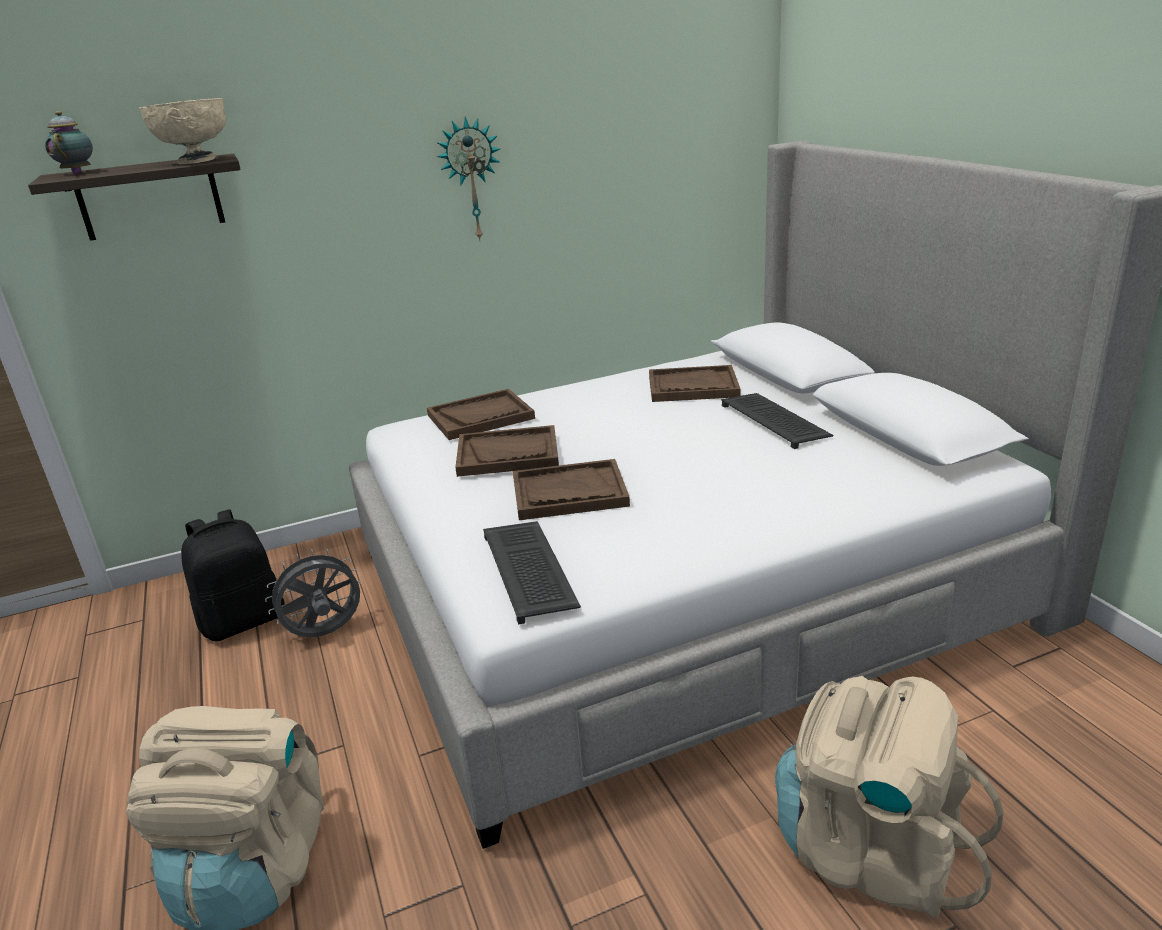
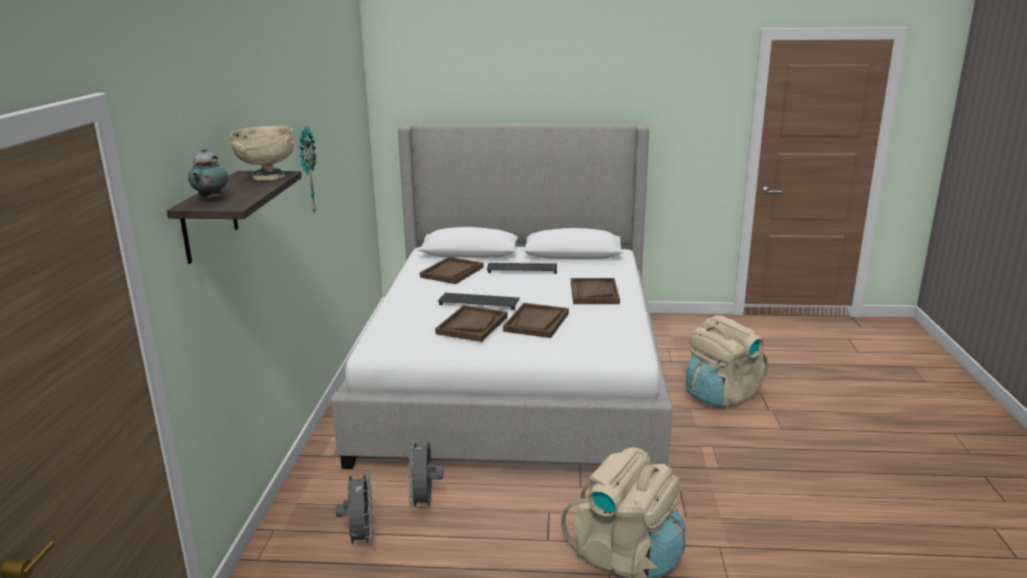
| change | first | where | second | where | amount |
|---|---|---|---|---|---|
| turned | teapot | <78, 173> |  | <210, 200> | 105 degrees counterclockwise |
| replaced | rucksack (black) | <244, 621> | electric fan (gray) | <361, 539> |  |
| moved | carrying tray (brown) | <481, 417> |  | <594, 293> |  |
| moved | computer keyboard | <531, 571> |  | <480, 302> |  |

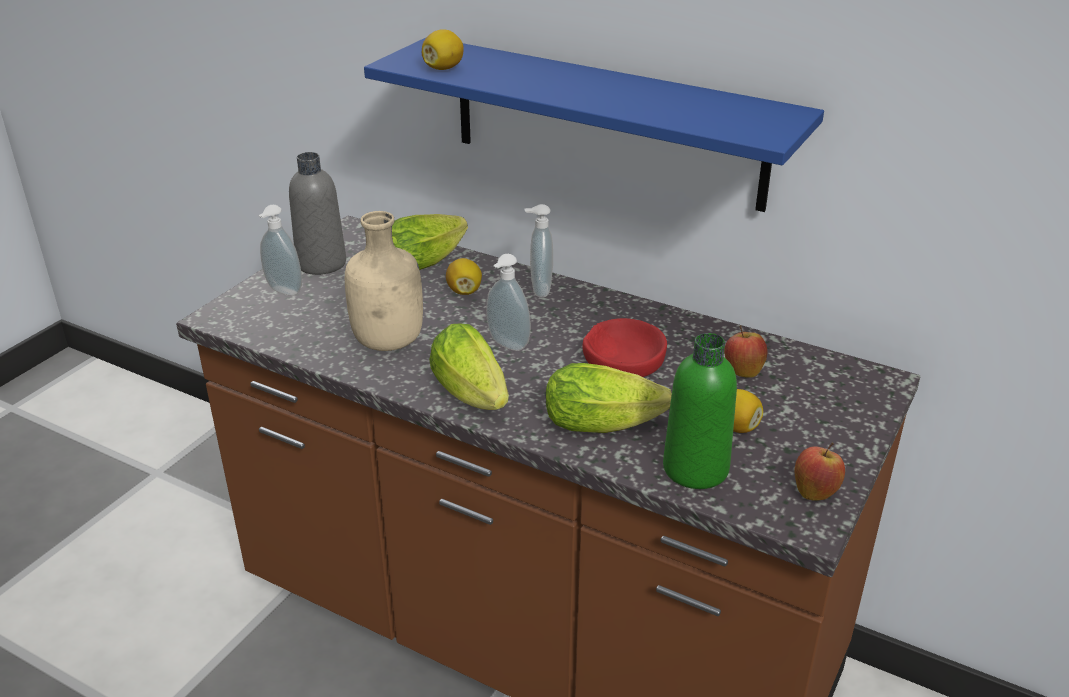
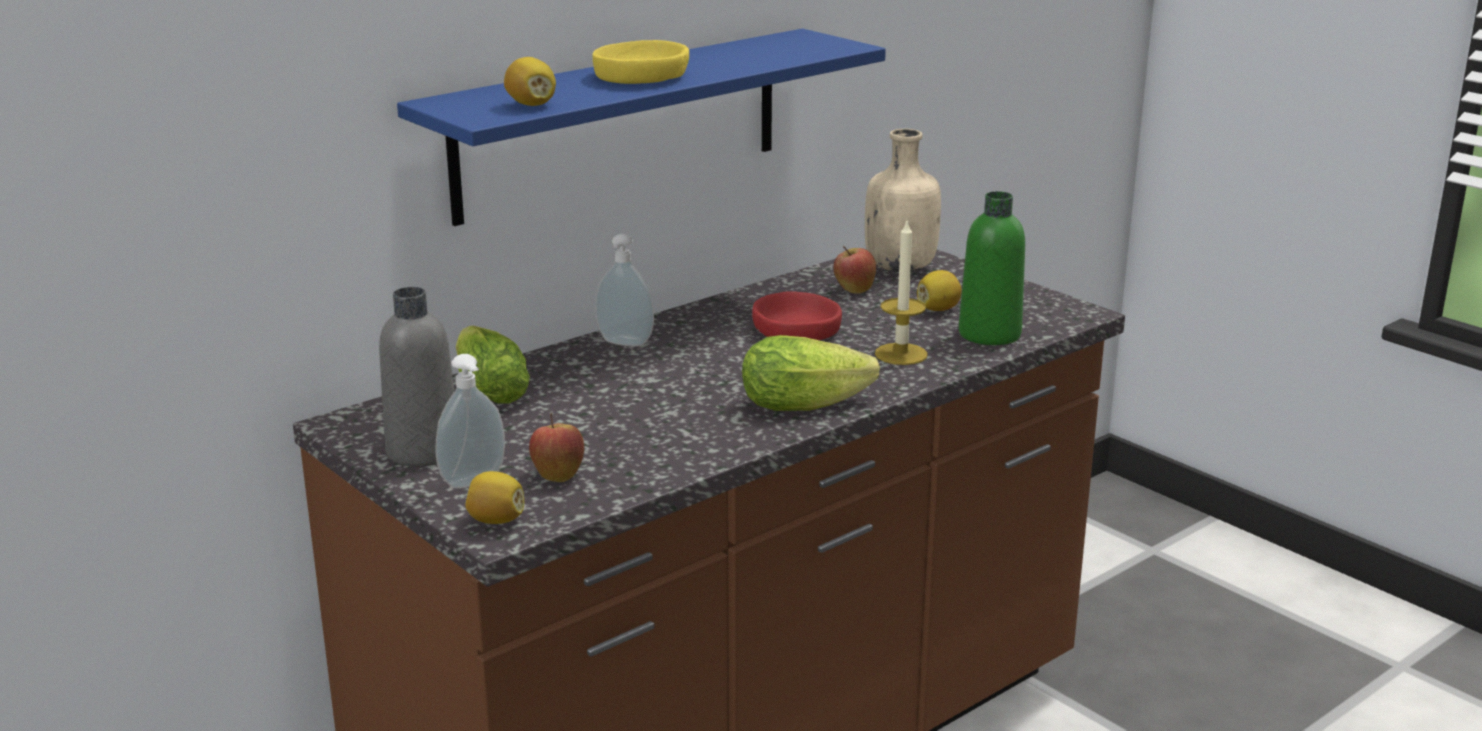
| change | first | where | second | where | amount |
|---|---|---|---|---|---|
| moved | bottle (beige) | <390, 342> |  | <901, 267> |  |
| moved | lemon | <464, 291> |  | <496, 520> |  |
| removed | soap dispenser | <506, 345> |  |  |  |
| replaced | lettuce head | <608, 423> | wax light | <901, 354> |  |
| moved | whole apple | <815, 492> |  | <558, 475> |  |
| added |  |  | serving bowl (yellow) | <641, 76> |  |

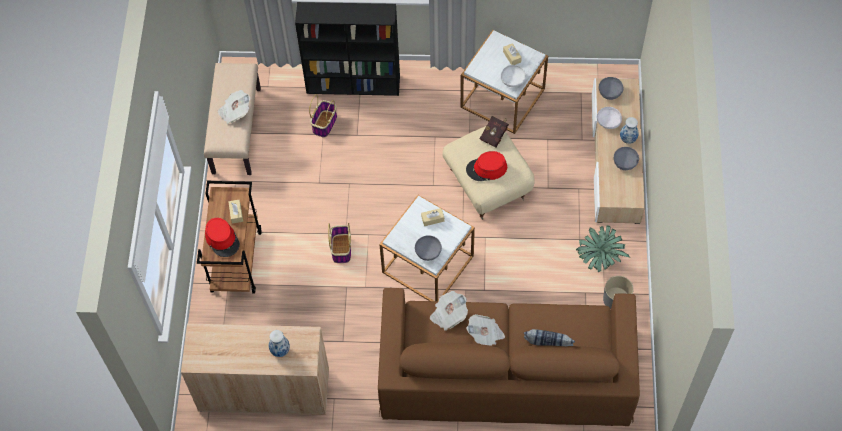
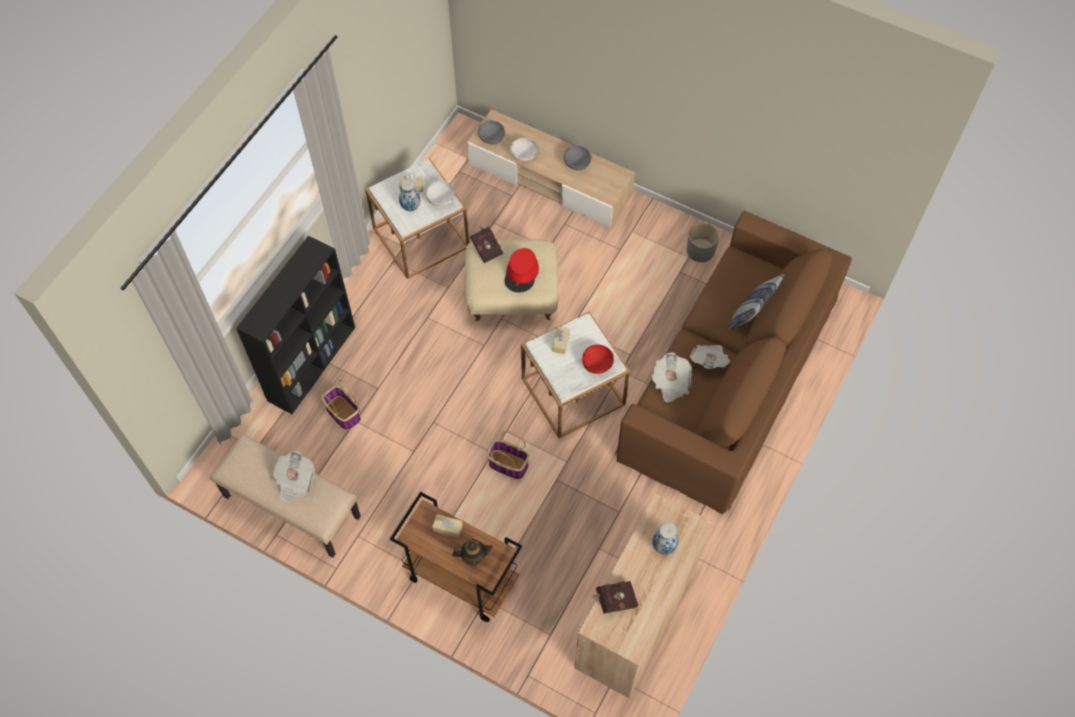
| change | first | where | second | where | amount |
|---|---|---|---|---|---|
| replaced | hat (reddish) | <222, 239> | teapot | <473, 556> |  |
| recoloured | serving bowl (gray) | <428, 252> | serving bowl (reddish) | <597, 363> |  |
| removed | plant in a pot | <600, 257> |  |  |  |
| moved | decorative vase | <627, 139> |  | <410, 207> |  |
| added |  |  | volume (reddish) | <614, 600> |  |

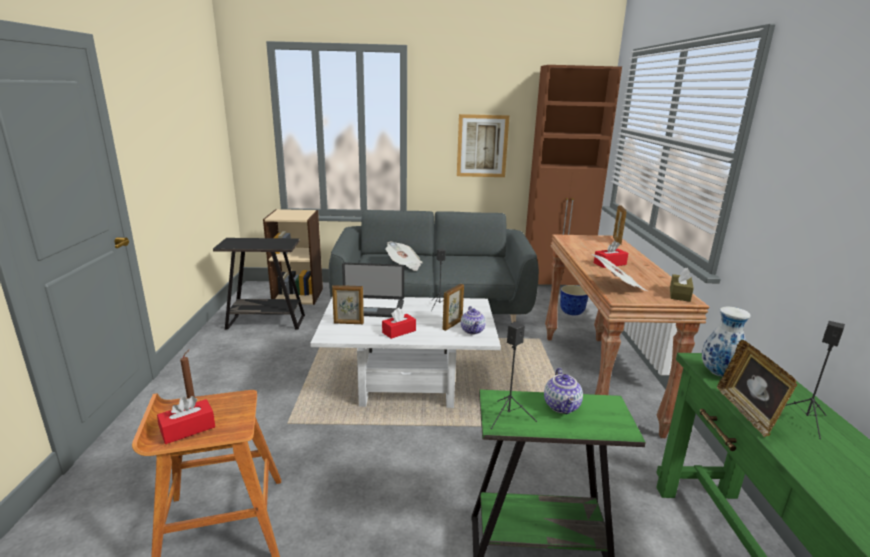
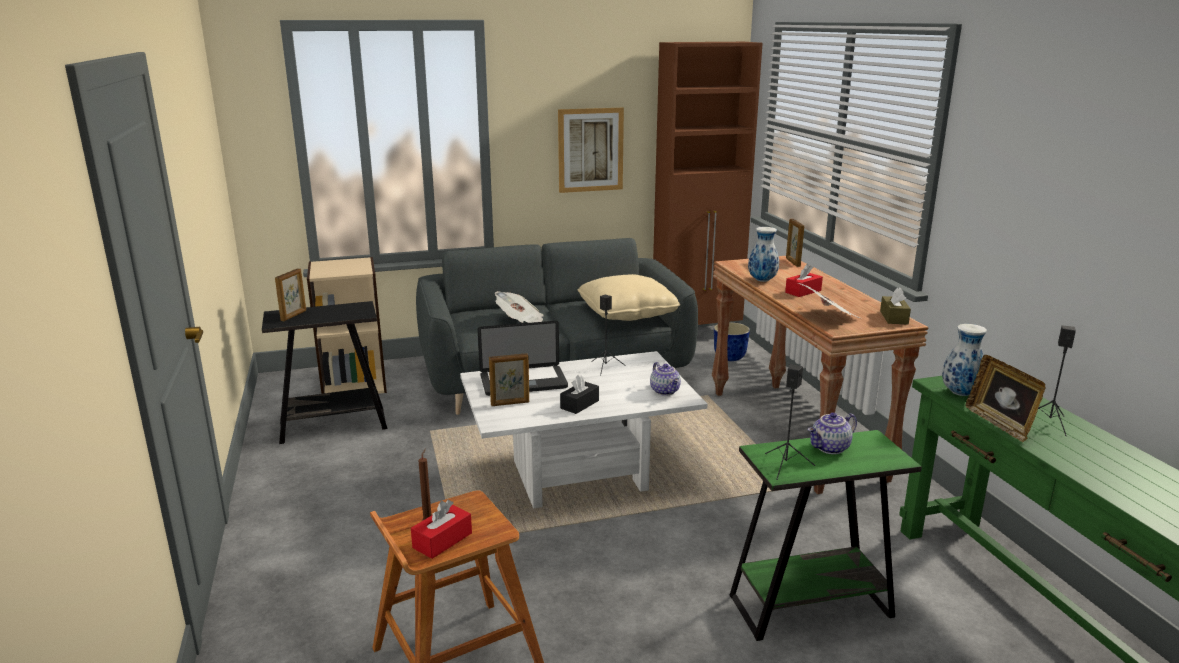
| change | first | where | second | where | amount |
|---|---|---|---|---|---|
| recoloured | box of tissues (reddish) | <399, 331> | box of tissues (black) | <579, 404> |  |
| moved | standing frame | <453, 325> |  | <294, 316> |  |
| turned | teapot | <562, 406> |  | <830, 448> | 75 degrees clockwise |
| added |  |  | cushion (beige) | <627, 313> |  |
| added |  |  | decorative vase | <762, 280> |  |

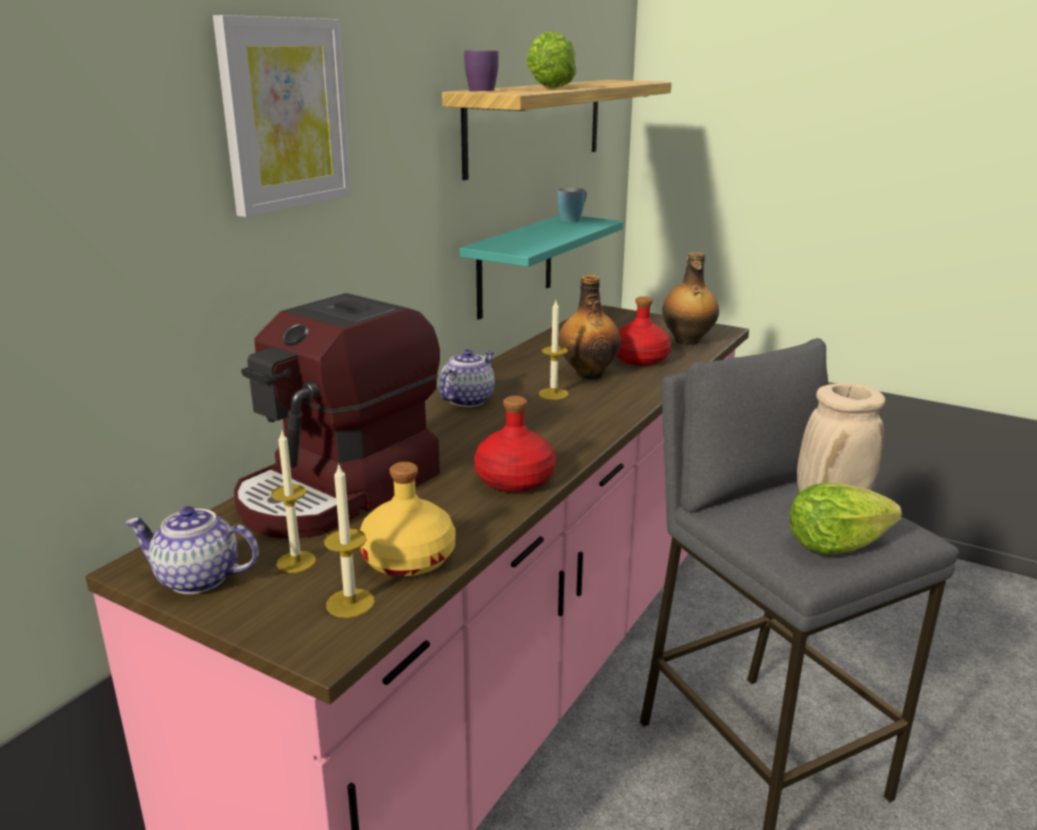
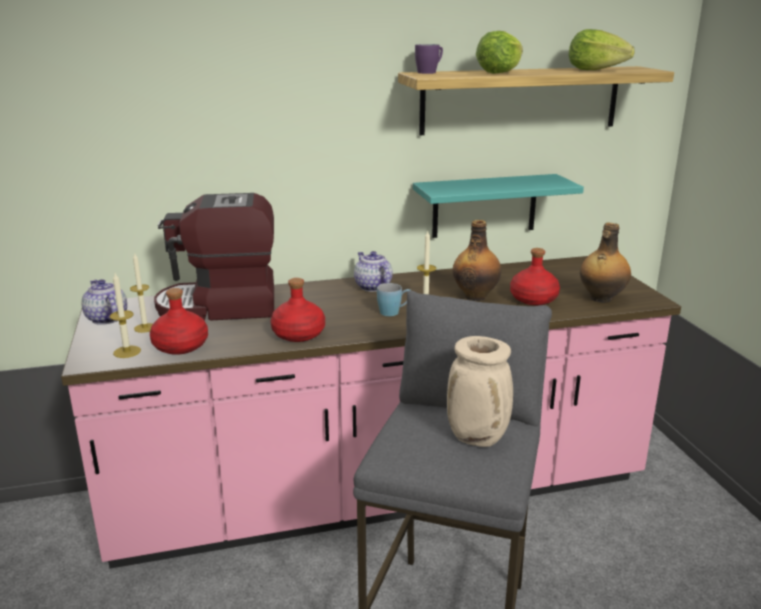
| change | first | where | second | where | amount |
|---|---|---|---|---|---|
| removed | wall picture | <284, 114> |  |  |  |
| recoloured | bottle (yellow) | <409, 558> | bottle (reddish) | <181, 346> |  |
| turned | teapot | <468, 399> |  | <372, 287> | 105 degrees counterclockwise |
| moved | coffee mug (blue-coloured) | <573, 219> |  | <394, 312> |  |
| moved | lettuce head | <834, 545> |  | <595, 70> |  |

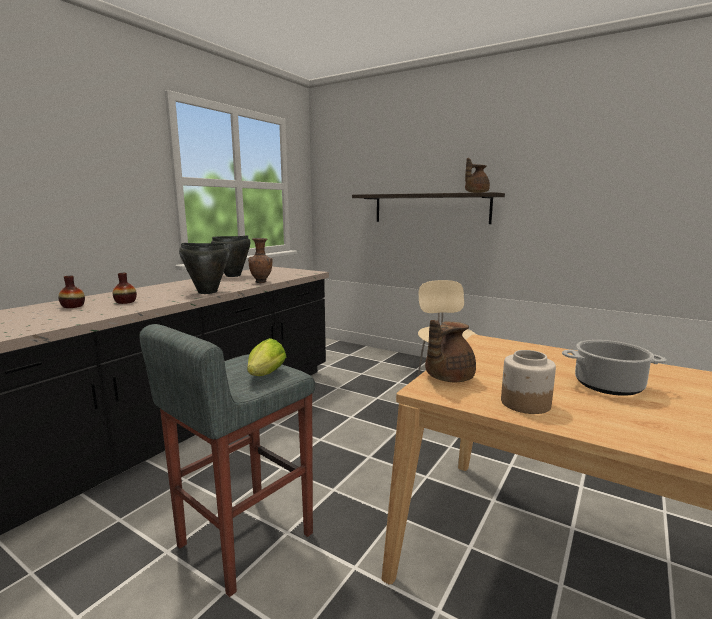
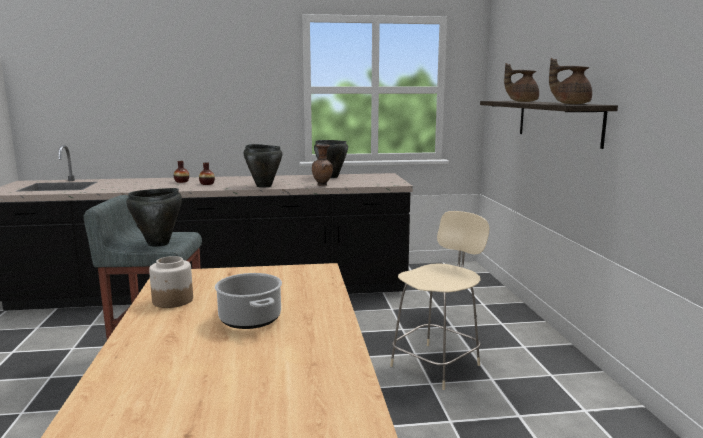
| change | first | where | second | where | amount |
|---|---|---|---|---|---|
| replaced | lettuce head | <265, 376> | cooking pot (black) | <159, 244> |  |
| moved | teapot (brown) | <447, 378> |  | <522, 101> |  |

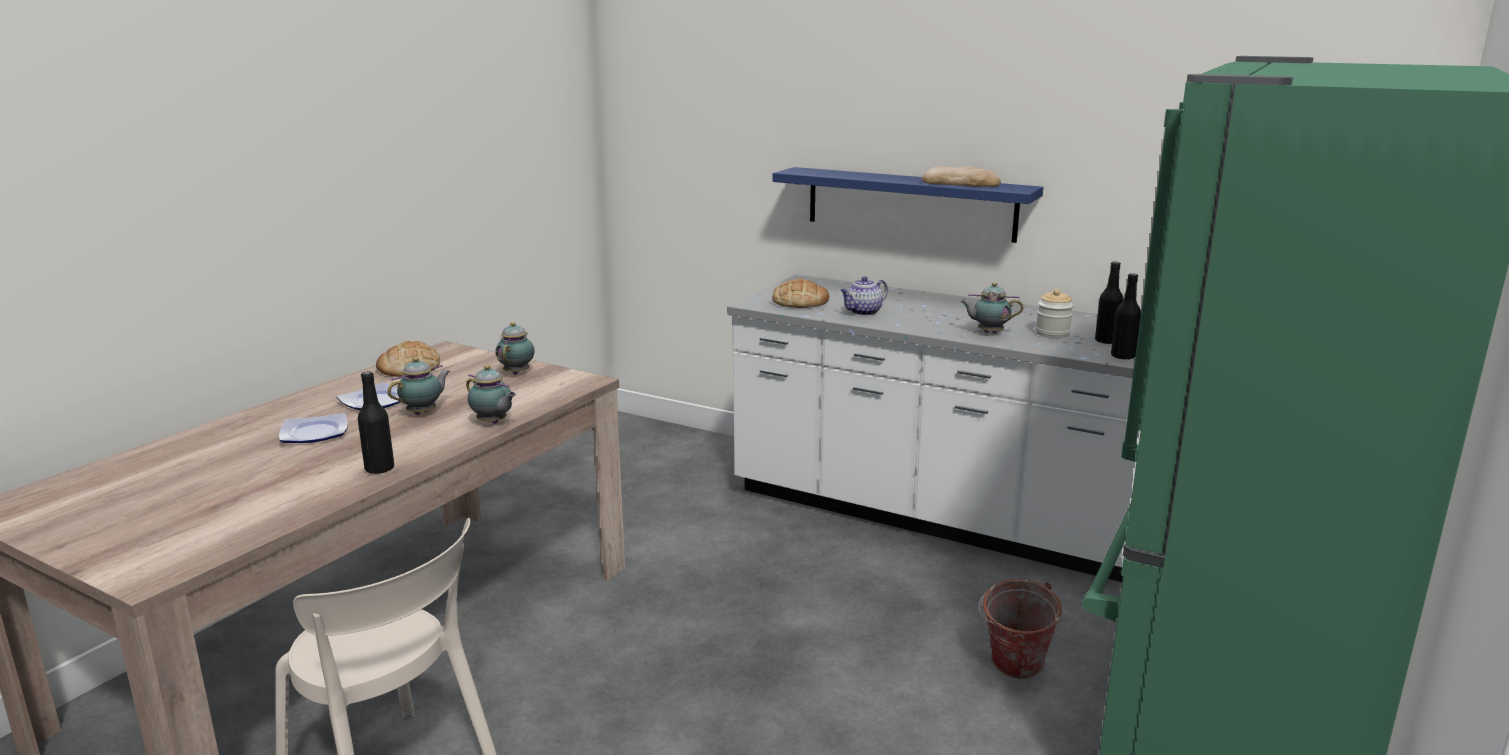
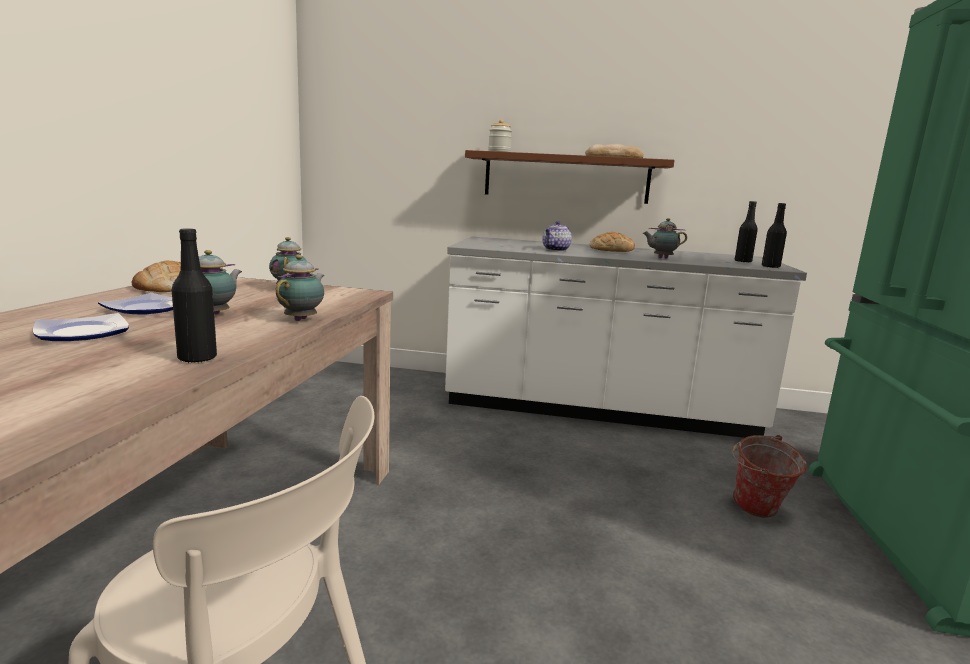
| change | first | where | second | where | amount |
|---|---|---|---|---|---|
| turned | teapot | <493, 423> |  | <302, 319> | 90 degrees counterclockwise |
| moved | bakery bread | <800, 302> |  | <611, 250> |  |
| recoloured | wall shelf (blue-coloured) | <910, 203> | wall shelf (brown) | <566, 178> |  |
| moved | preserve jar | <1052, 333> |  | <499, 152> |  |

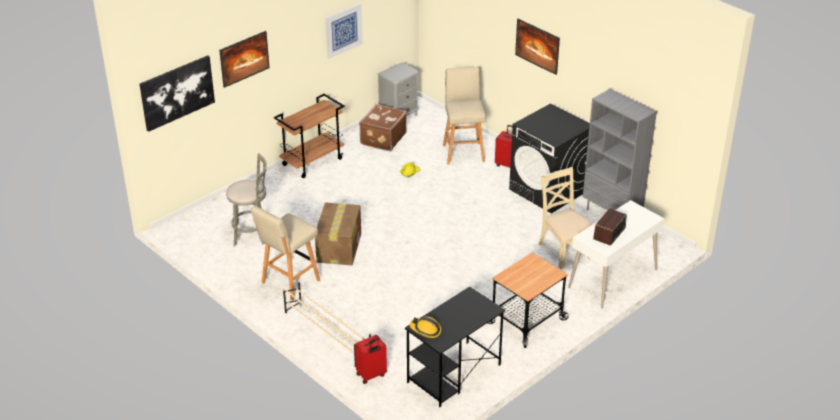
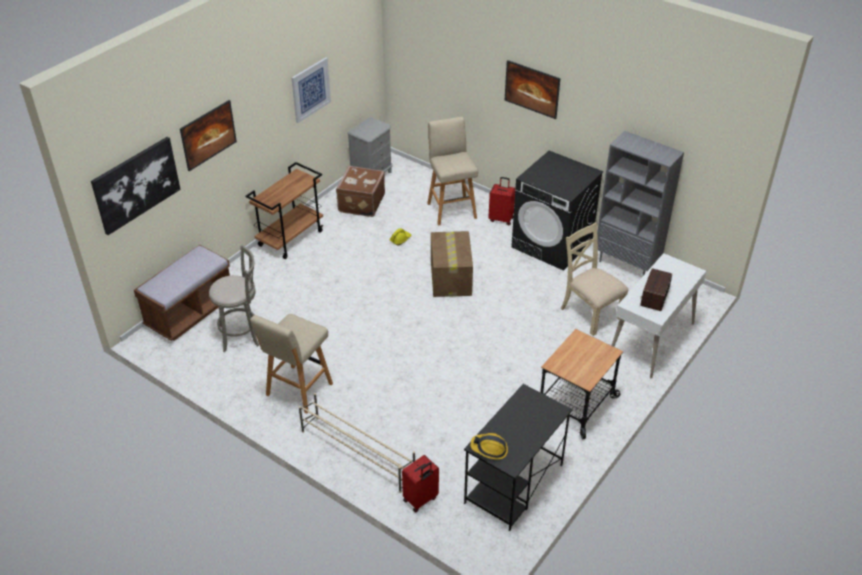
| change | first | where | second | where | amount |
|---|---|---|---|---|---|
| moved | cardboard box | <339, 247> |  | <450, 277> |  |
| added |  |  | bench (brown) | <190, 312> |  |

